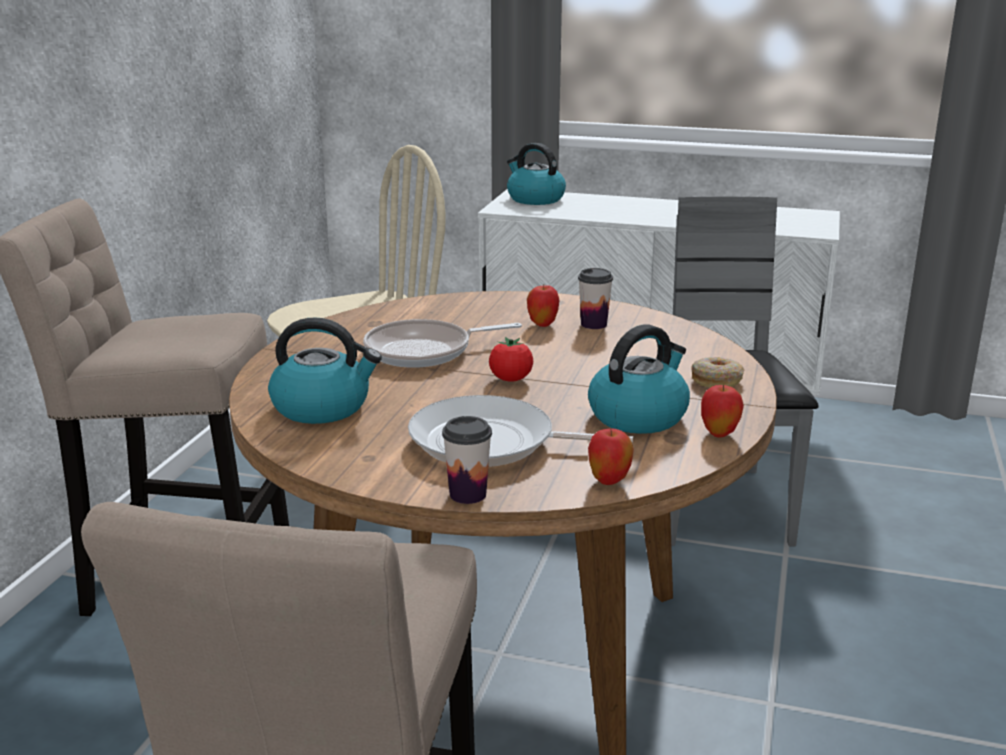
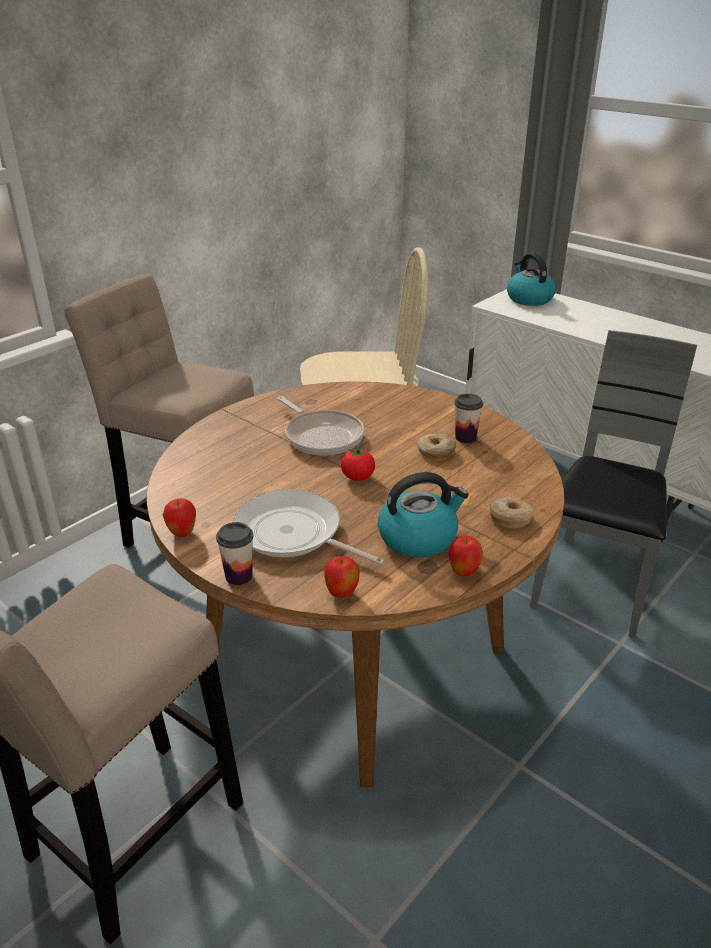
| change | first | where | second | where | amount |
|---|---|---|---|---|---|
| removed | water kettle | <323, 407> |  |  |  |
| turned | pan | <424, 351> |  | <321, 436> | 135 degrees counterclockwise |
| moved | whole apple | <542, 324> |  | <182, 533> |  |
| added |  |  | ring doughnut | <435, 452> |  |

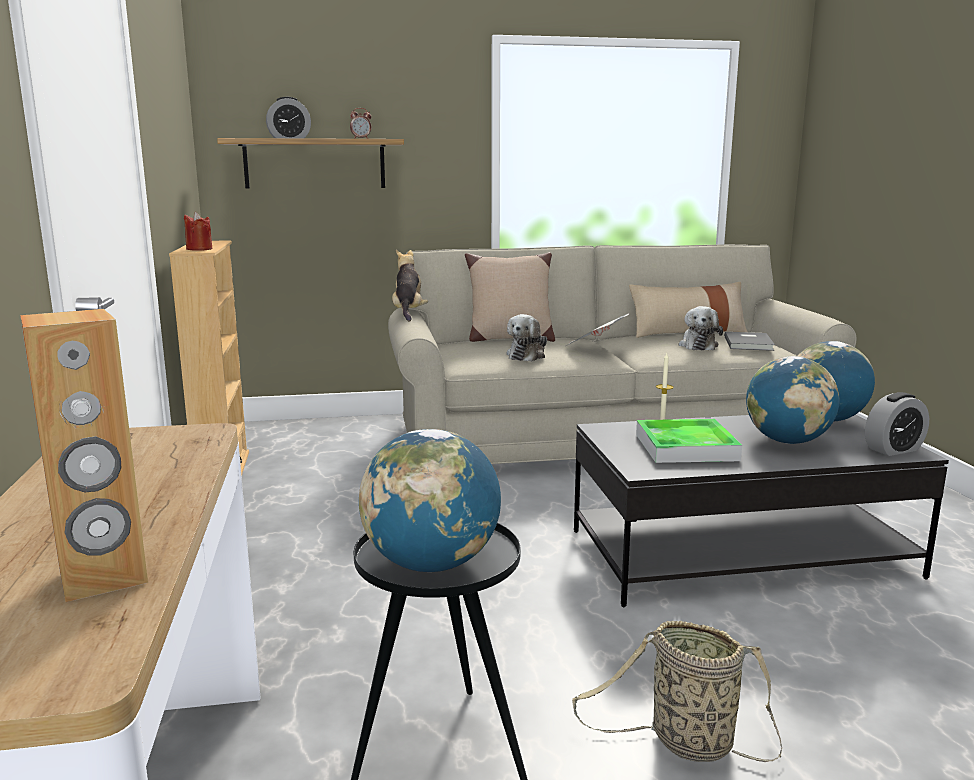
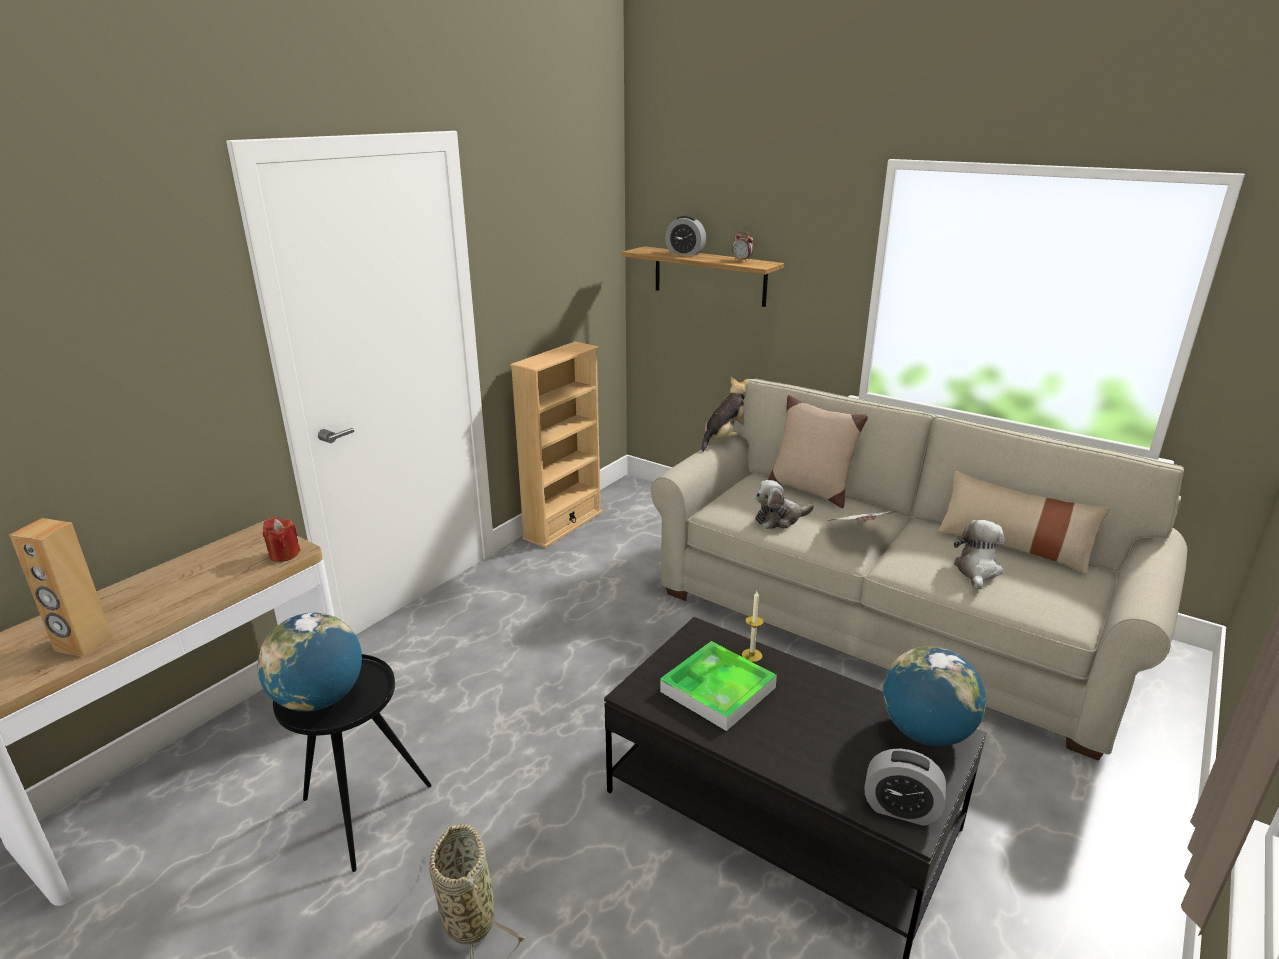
| change | first | where | second | where | amount |
|---|---|---|---|---|---|
| moved | wax light (reddish) | <199, 249> |  | <284, 554> |  |
| turned | soft toy | <698, 345> |  | <977, 571> | 150 degrees clockwise |
| removed | volume (gray) | <749, 343> |  |  |  |
| removed | desk globe | <787, 441> |  |  |  |

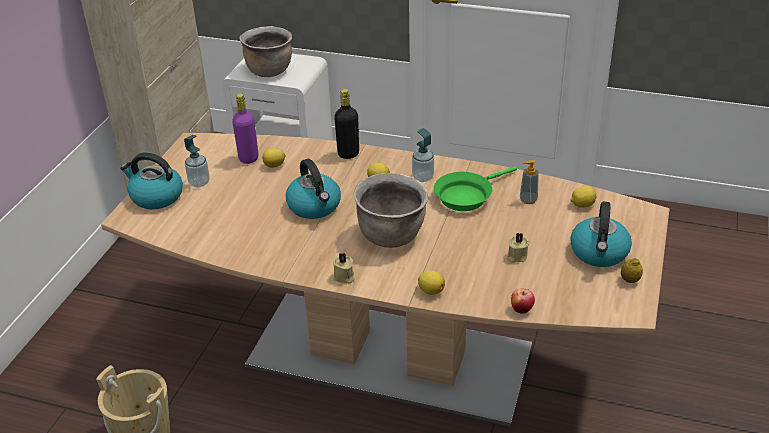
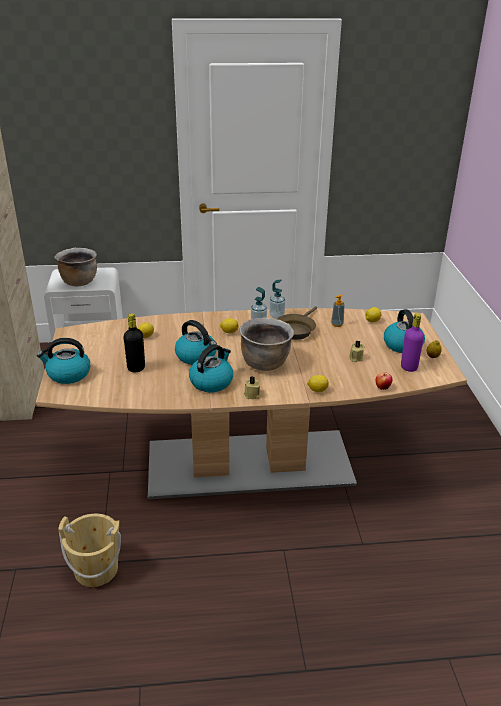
| change | first | where | second | where | amount |
|---|---|---|---|---|---|
| moved | soap dispenser | <199, 182> |  | <276, 315> |  |
| moved | bottle (purple) | <248, 158> |  | <409, 367> |  |
| moved | bottle (black) | <348, 154> |  | <136, 368> |  |
| recoloured | pan (green-coloured) | <466, 195> | pan (brown) | <296, 329> |  |
| added |  |  | water kettle | <211, 382> |  |

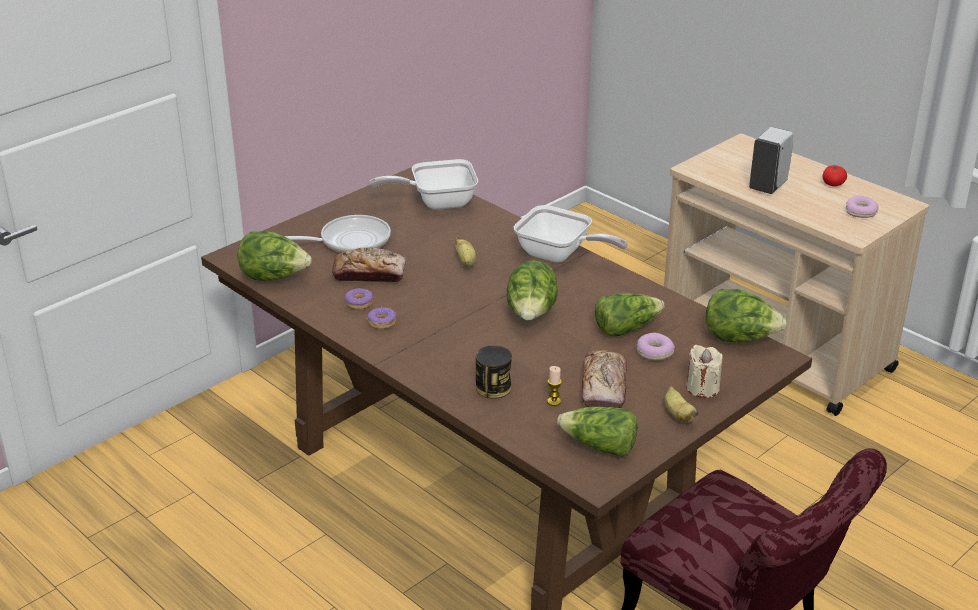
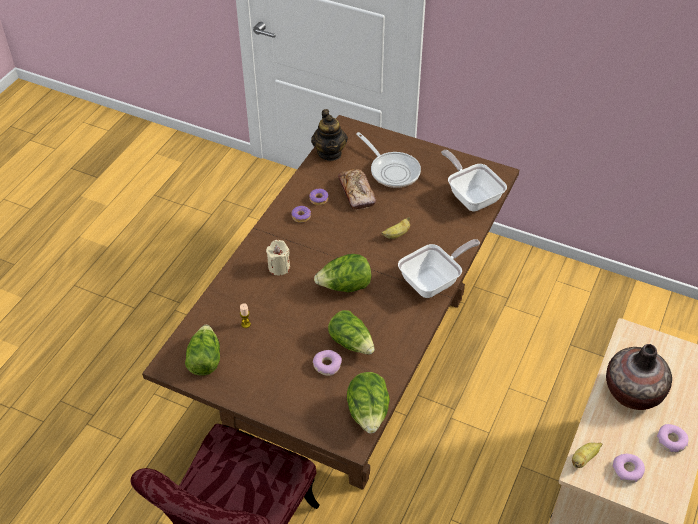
| change | first | where | second | where | amount |
|---|---|---|---|---|---|
| replaced | lettuce head | <274, 278> | teapot | <330, 153> |  |
| removed | can | <493, 388> |  |  |  |
| turned | pan | <559, 255> |  | <434, 282> | 135 degrees counterclockwise |
| removed | bakery bread | <604, 387> |  |  |  |
| moved | banana fruit | <678, 415> |  | <584, 459> |  |
| moved | wax light (beige) | <702, 388> |  | <279, 267> |  |
| replaced | soap dispenser (white-coloured) | <768, 186> | decorative vase | <632, 392> |  |
| replaced | tomato | <833, 184> | ring doughnut | <671, 441> |  |

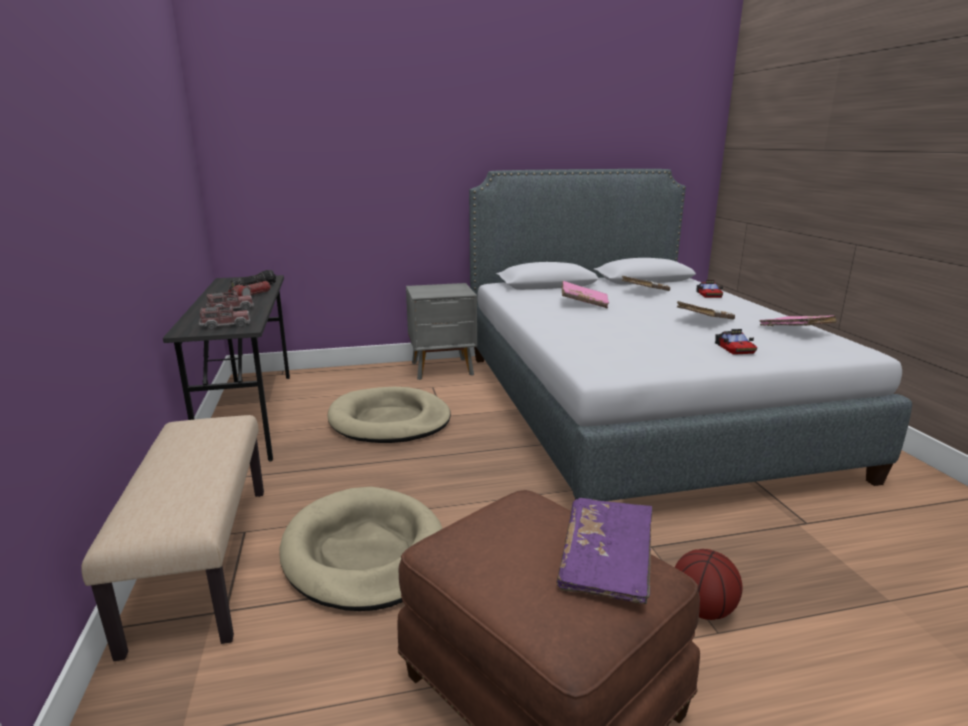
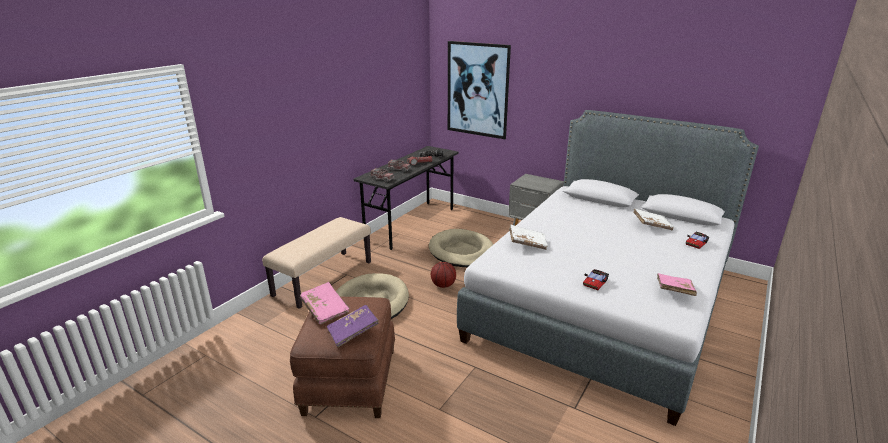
| change | first | where | second | where | amount |
|---|---|---|---|---|---|
| moved | volume (pink-coloured) | <584, 303> |  | <325, 309> |  |
| moved | basketball | <701, 609> |  | <443, 285> |  |
| moved | volume (white-coloured) | <704, 320> |  | <527, 243> |  |
| added |  |  | wall picture | <477, 90> |  |

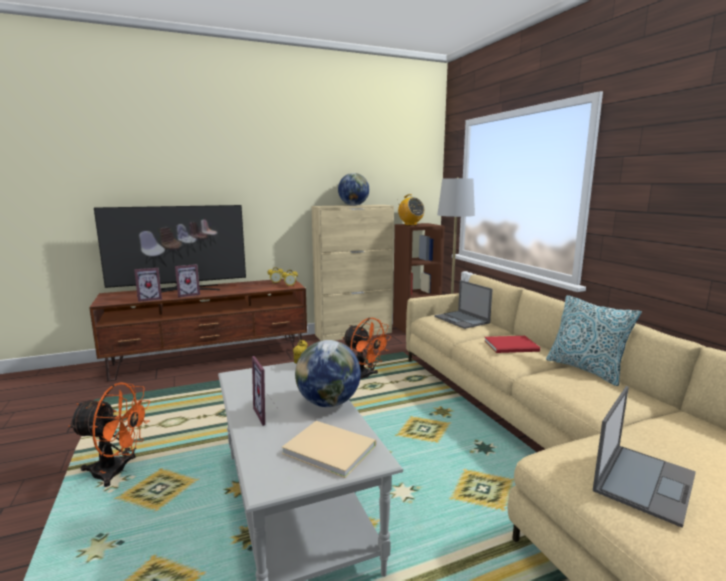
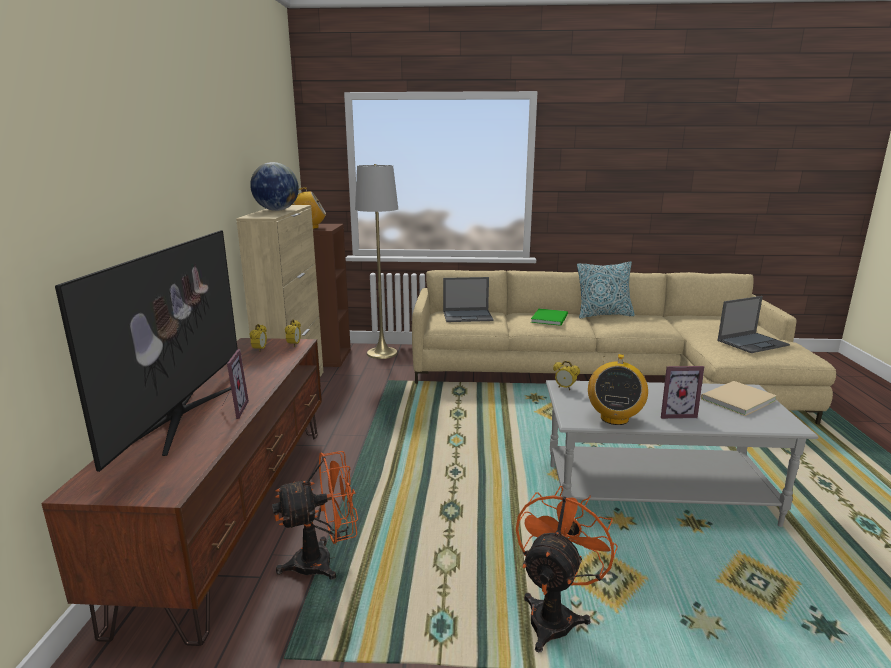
| change | first | where | second | where | amount |
|---|---|---|---|---|---|
| removed | standing frame | <150, 299> |  |  |  |
| removed | desk globe | <328, 403> |  |  |  |
| moved | electric fan (orange) | <364, 377> |  | <323, 561> |  |
| recoloured | volume (reddish) | <513, 346> | volume (green-coloured) | <550, 318> |  |
| turned | notebook computer | <644, 481> |  | <753, 343> | 90 degrees clockwise |
| added |  |  | radio | <614, 418> |  |

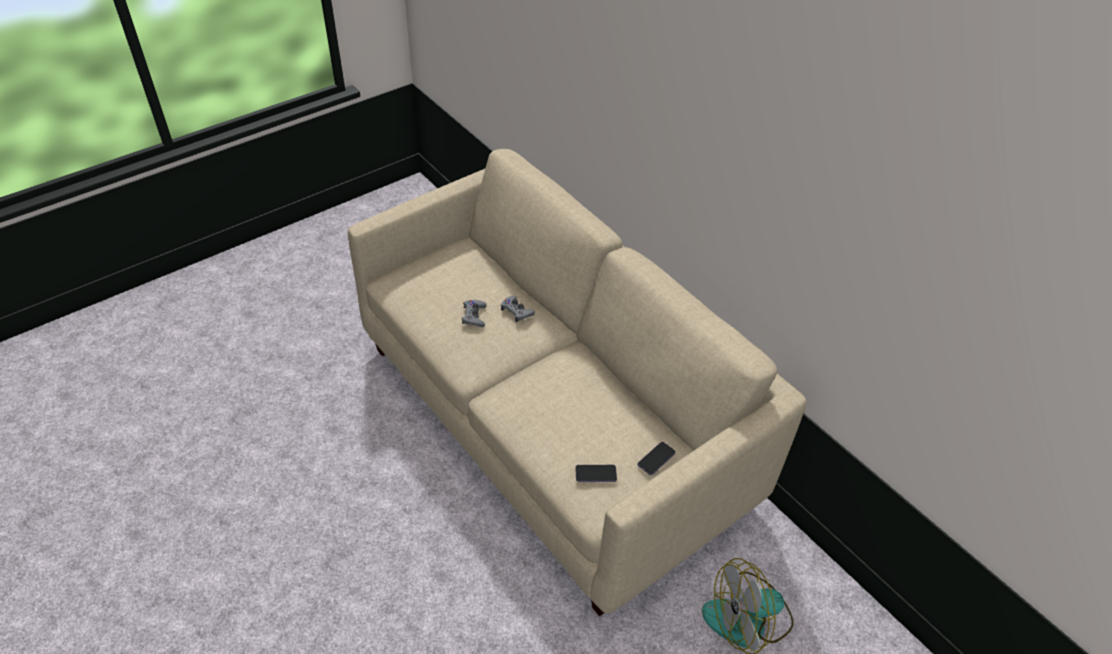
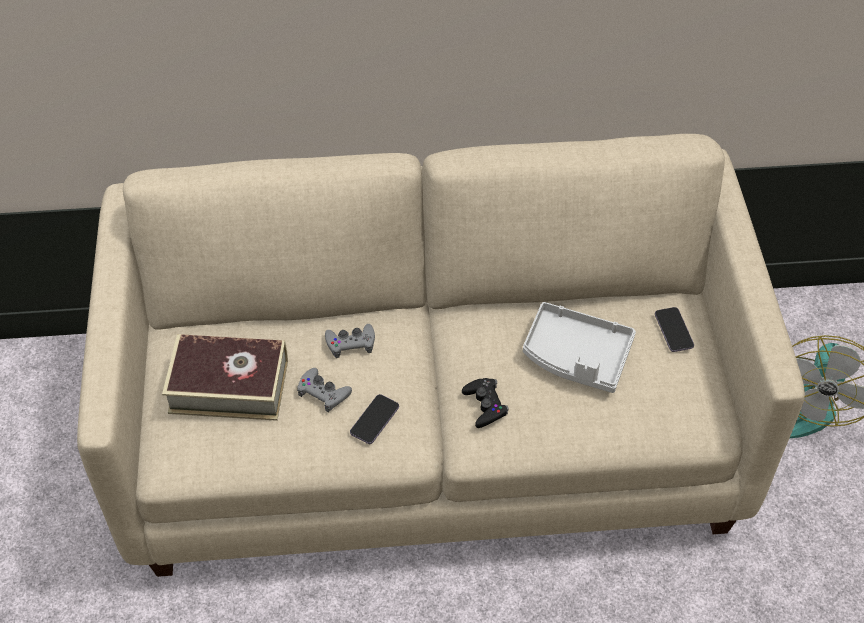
| change | first | where | second | where | amount |
|---|---|---|---|---|---|
| moved | handset | <595, 474> |  | <374, 420> |  |
| added |  |  | volume | <229, 386> |  |
| added |  |  | joypad (black) | <485, 405> |  |
| added |  |  | carrying tray (gray) | <576, 356> |  |

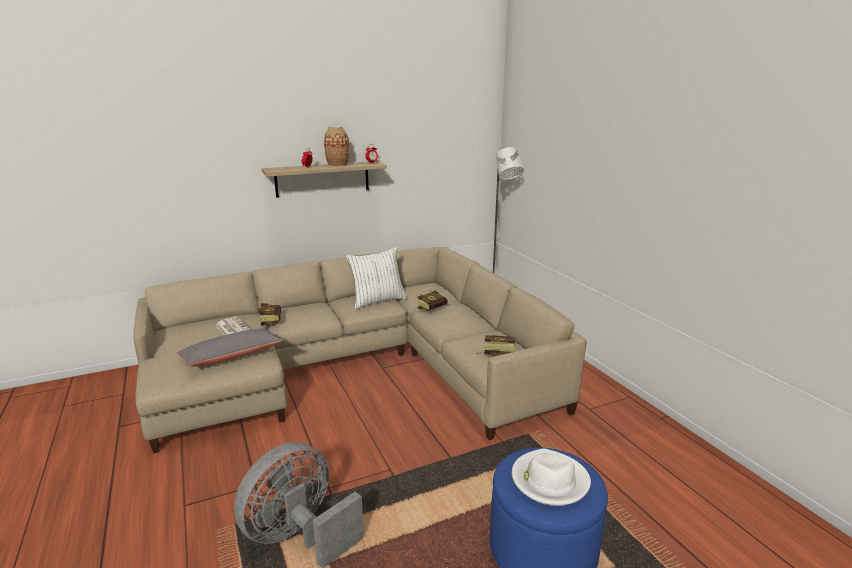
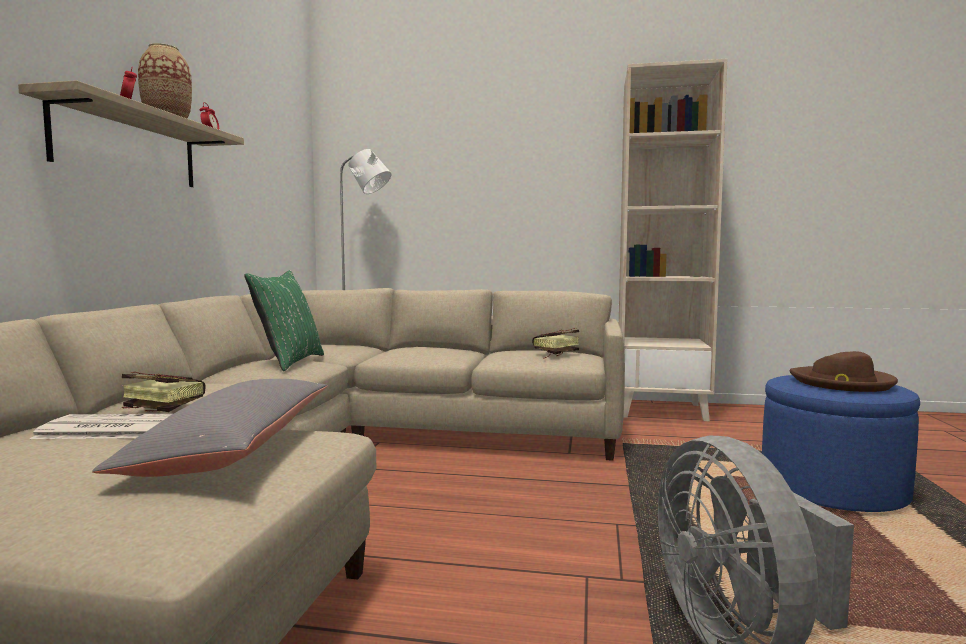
| change | first | where | second | where | amount |
|---|---|---|---|---|---|
| recoloured | cushion (white-coloured) | <377, 301> | cushion (green-coloured) | <289, 362> |  |
| removed | volume | <434, 309> |  |  |  |
| recoloured | hat (white-coloured) | <549, 480> | hat (brown) | <842, 383> |  |
| added |  |  | shelving unit (beige) | <662, 410> |  |

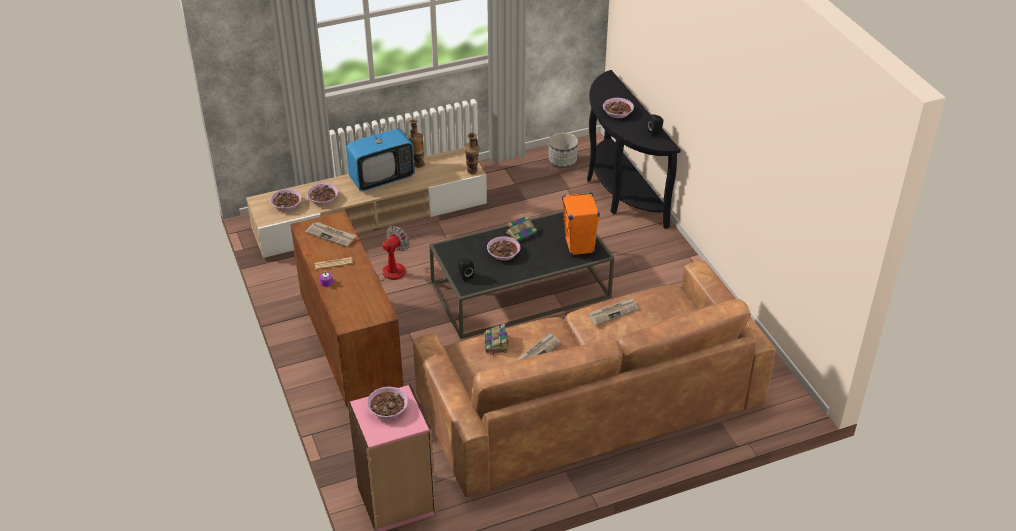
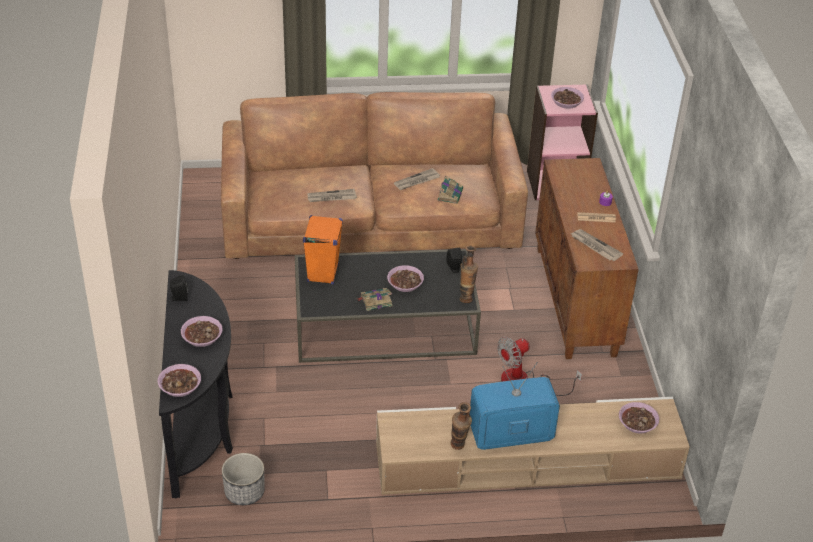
| change | first | where | second | where | amount |
|---|---|---|---|---|---|
| moved | serving bowl | <322, 198> |  | <180, 386> |  |
| moved | decorative vase | <472, 173> |  | <466, 297> |  |

